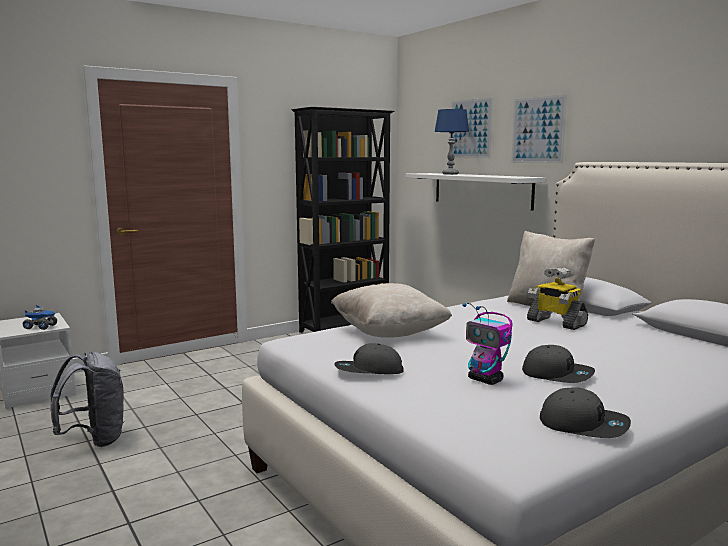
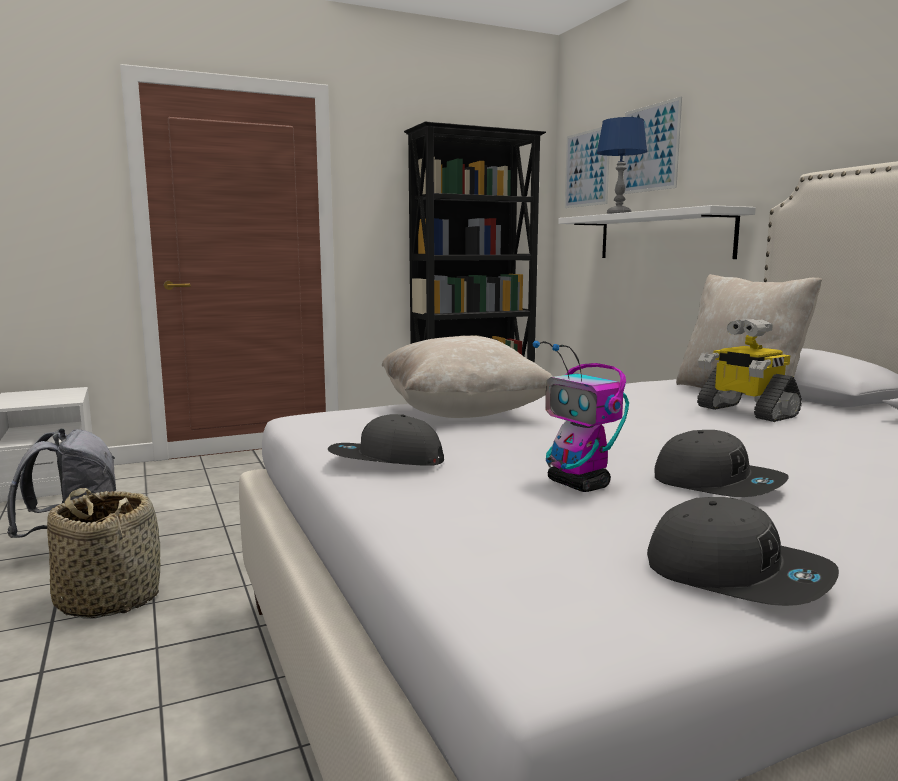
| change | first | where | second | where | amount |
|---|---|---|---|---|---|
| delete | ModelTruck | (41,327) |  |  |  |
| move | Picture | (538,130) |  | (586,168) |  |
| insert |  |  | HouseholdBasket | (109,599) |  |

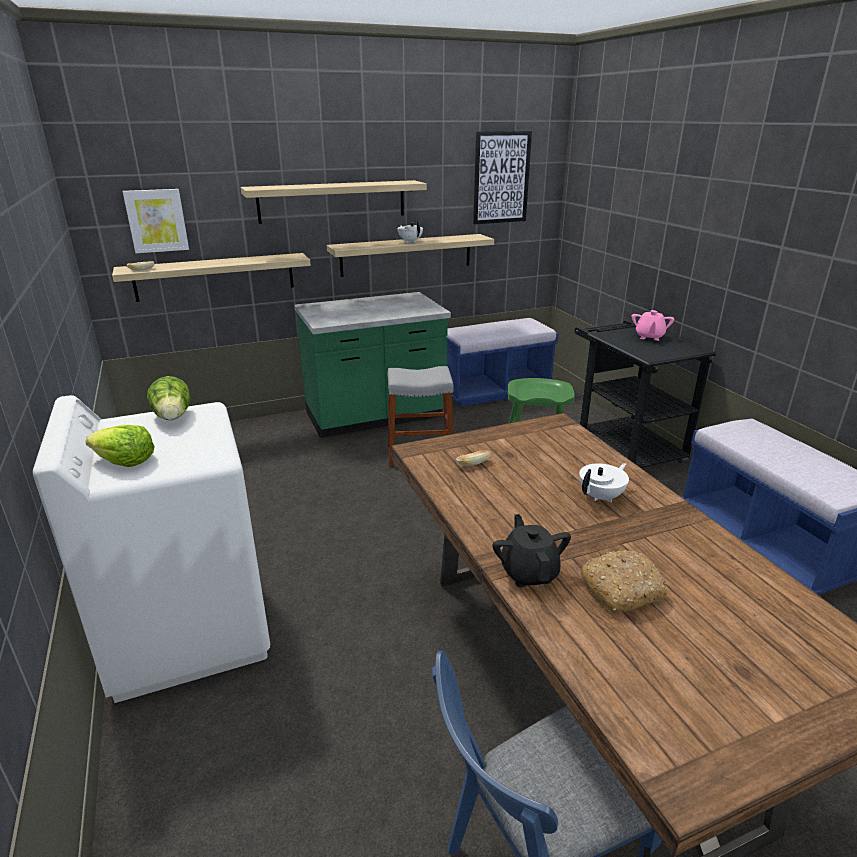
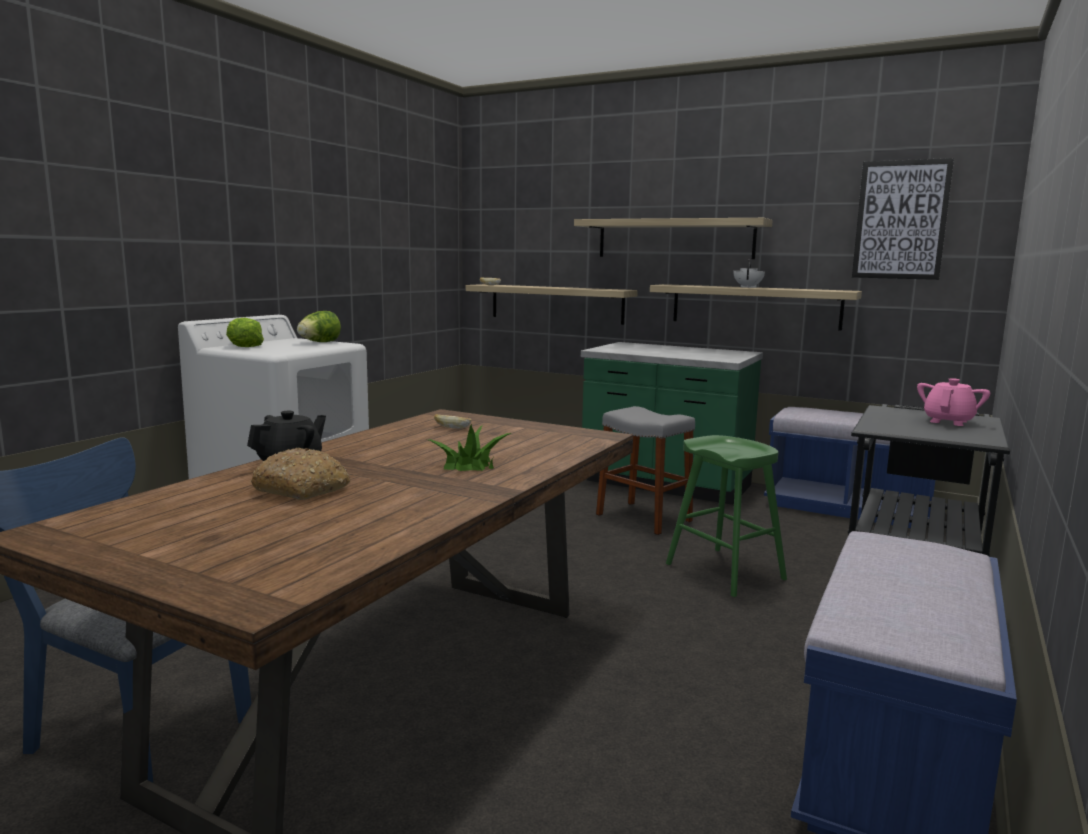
| change | first | where | second | where | amount |
|---|---|---|---|---|---|
| delete | Picture | (156,220) |  |  |  |
| replace | WhitishTeaPot | (601,496) | PlantInAPot | (468,465) |  |
| rotate | PinkTeaPot | (649,337) |  | (948,421) | 150 degrees clockwise |

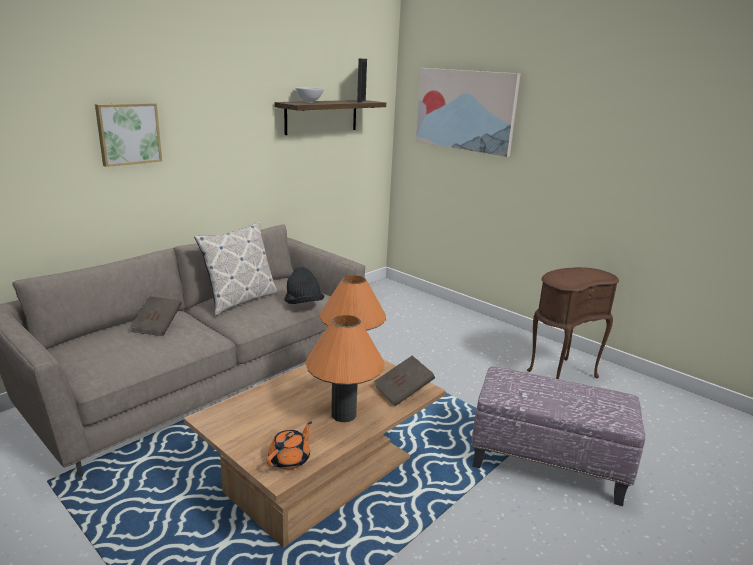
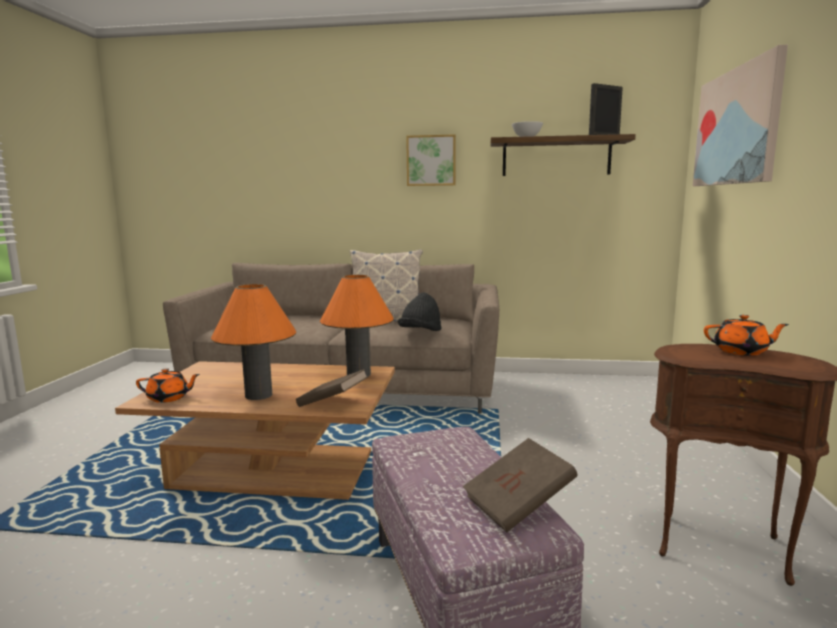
| change | first | where | second | where | amount |
|---|---|---|---|---|---|
| move | Picture | (128,133) |  | (431,160) |  |
| move | BrownishBoundBook | (158,326) |  | (518,504) |  |
| insert |  |  | OrangeTeaPot | (741,351) |  |

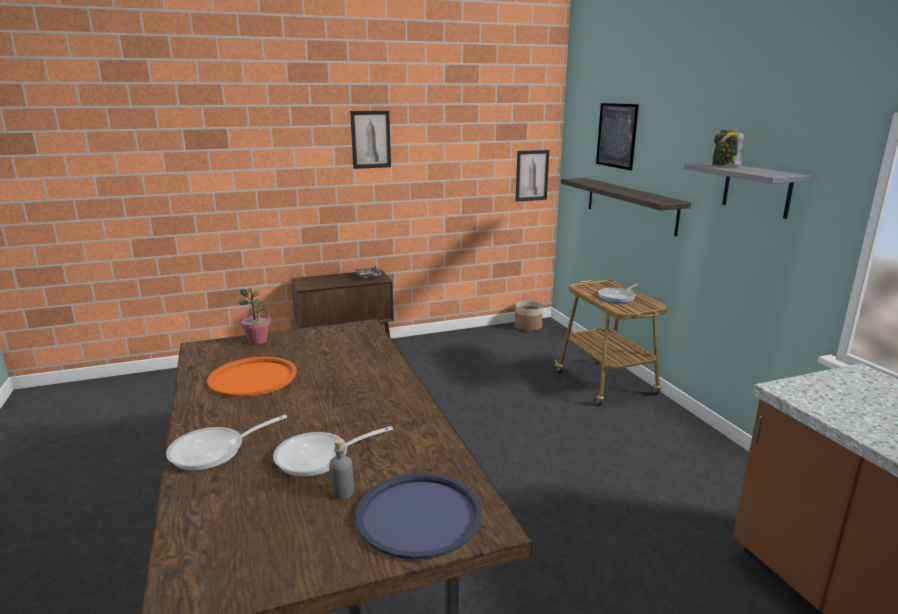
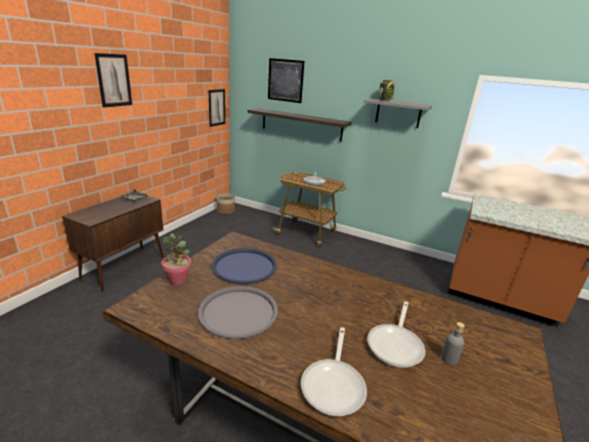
| change | first | where | second | where | amount |
|---|---|---|---|---|---|
| recolor | OrangeCarryingTray | (253,378) | GrayCarryingTray | (238,312) |  |
| move | BluishCarryingTray | (418,515) |  | (244,266) |  |

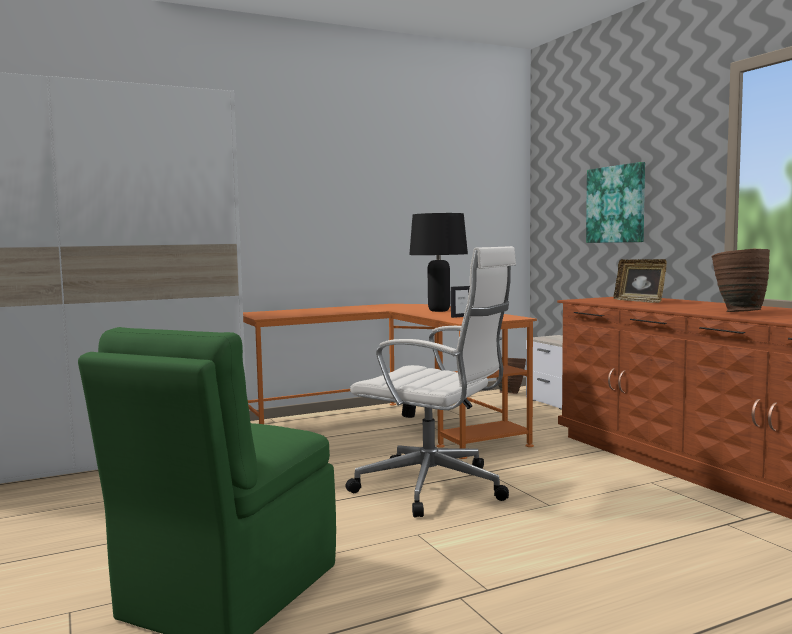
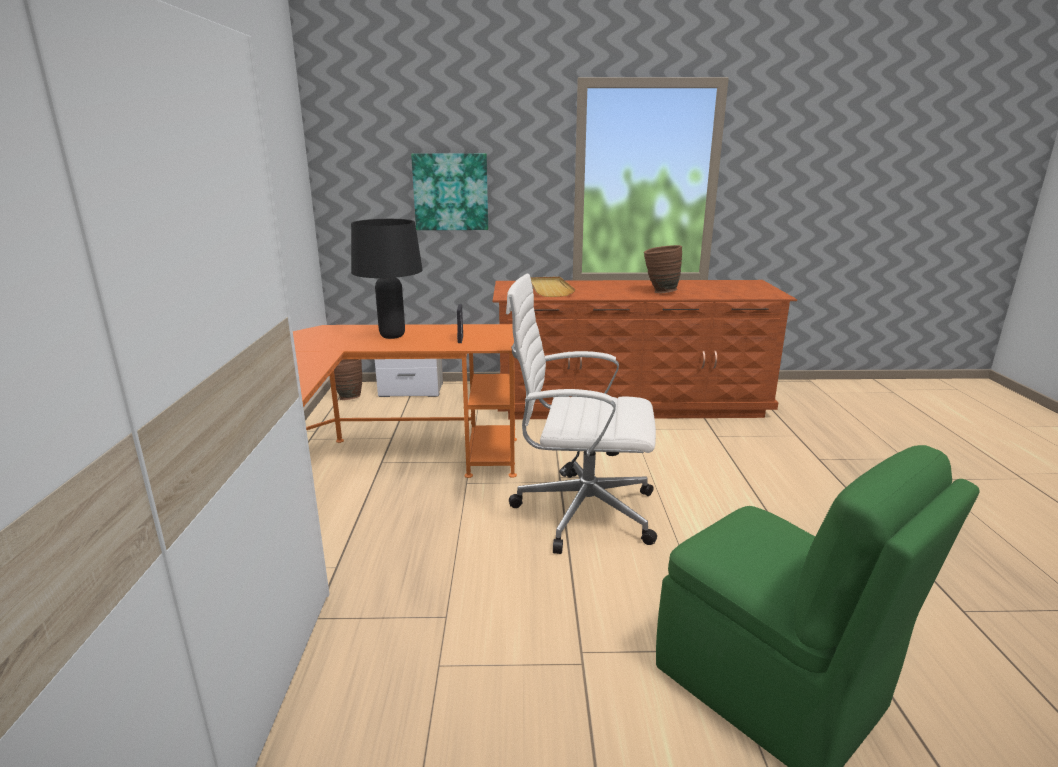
| change | first | where | second | where | amount |
|---|---|---|---|---|---|
| rotate | WhitishOfficeChair | (435,488) |  | (581,511) | 135 degrees counterclockwise |
| replace | PhotoFrame | (640,301) | SandColouredCarryingTray | (549,289) |  |

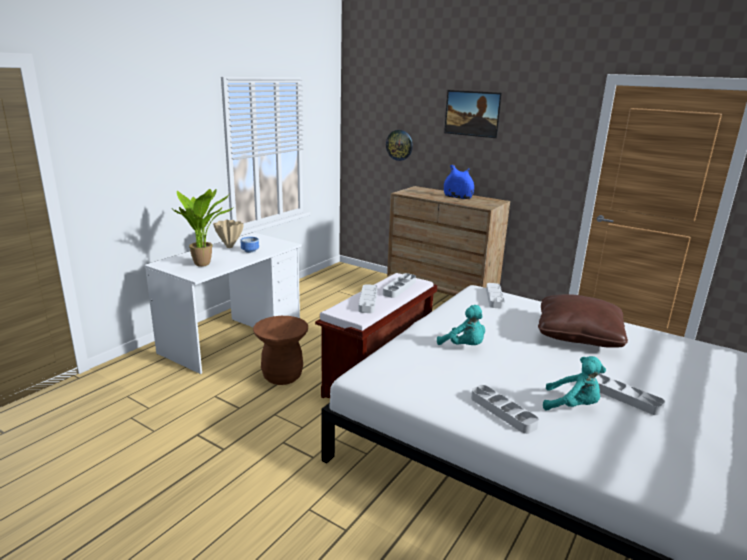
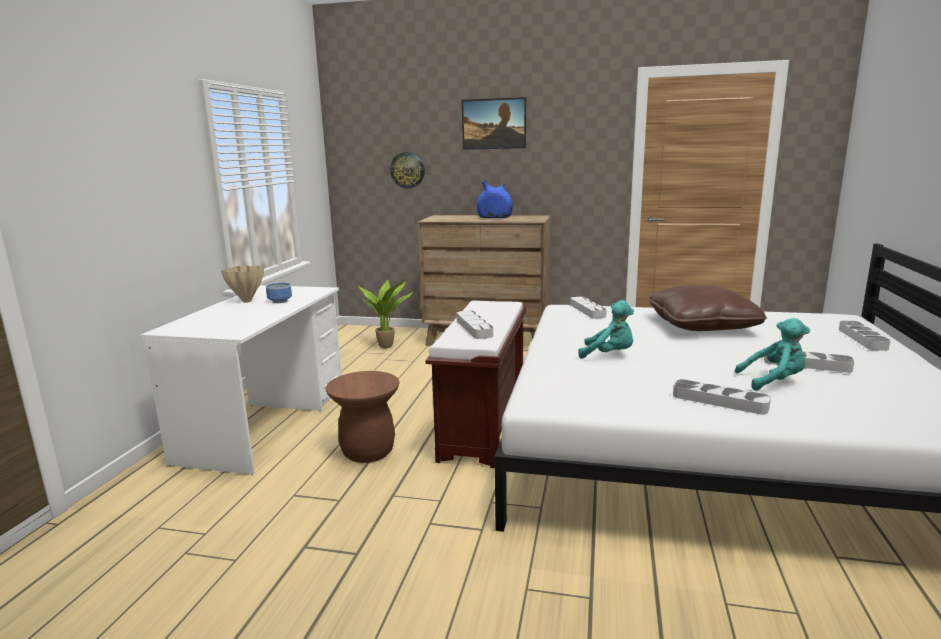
| change | first | where | second | where | amount |
|---|---|---|---|---|---|
| move | PlantInAPot | (205,264) |  | (388,346) |  |
| move | GrayCarryingTray | (399,288) |  | (862,339) |  |

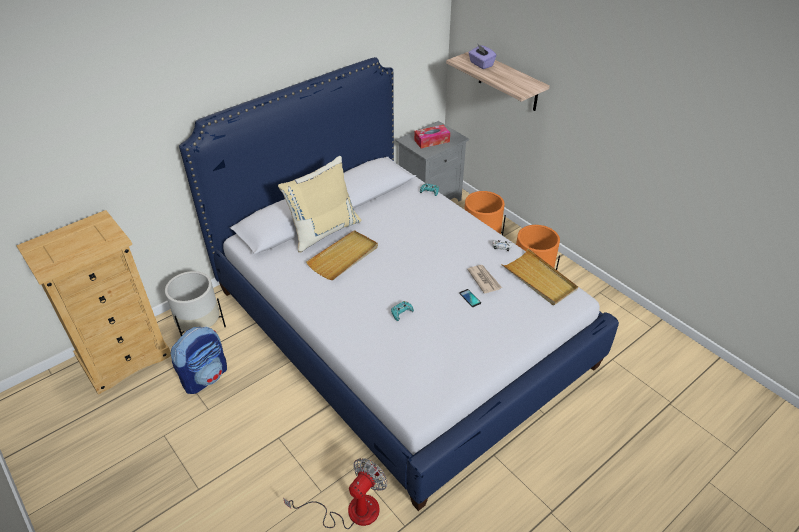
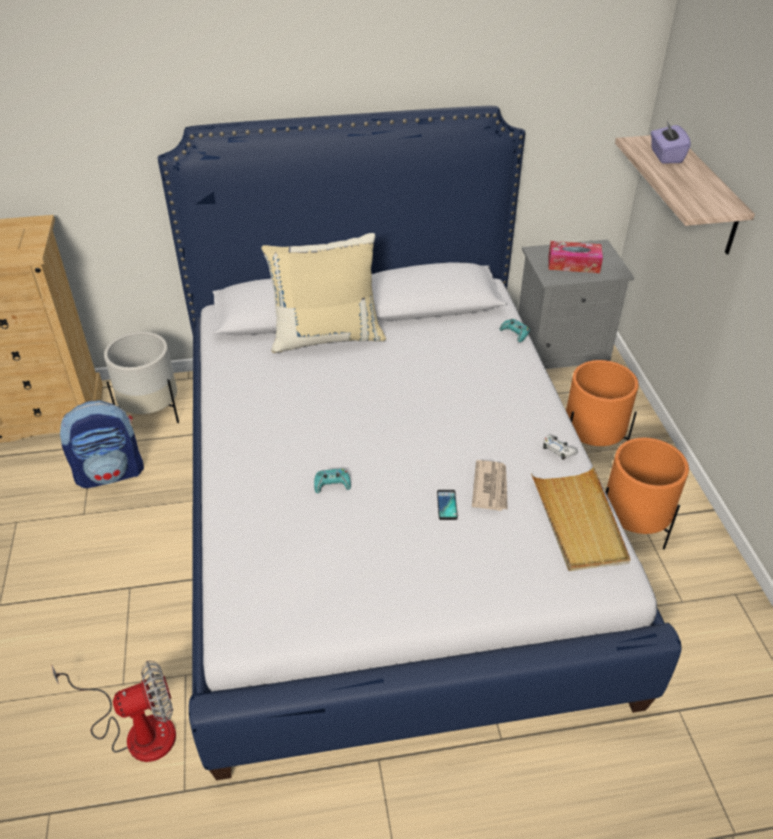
| change | first | where | second | where | amount |
|---|---|---|---|---|---|
| delete | SandColouredCarryingTray | (344,257) |  |  |  |

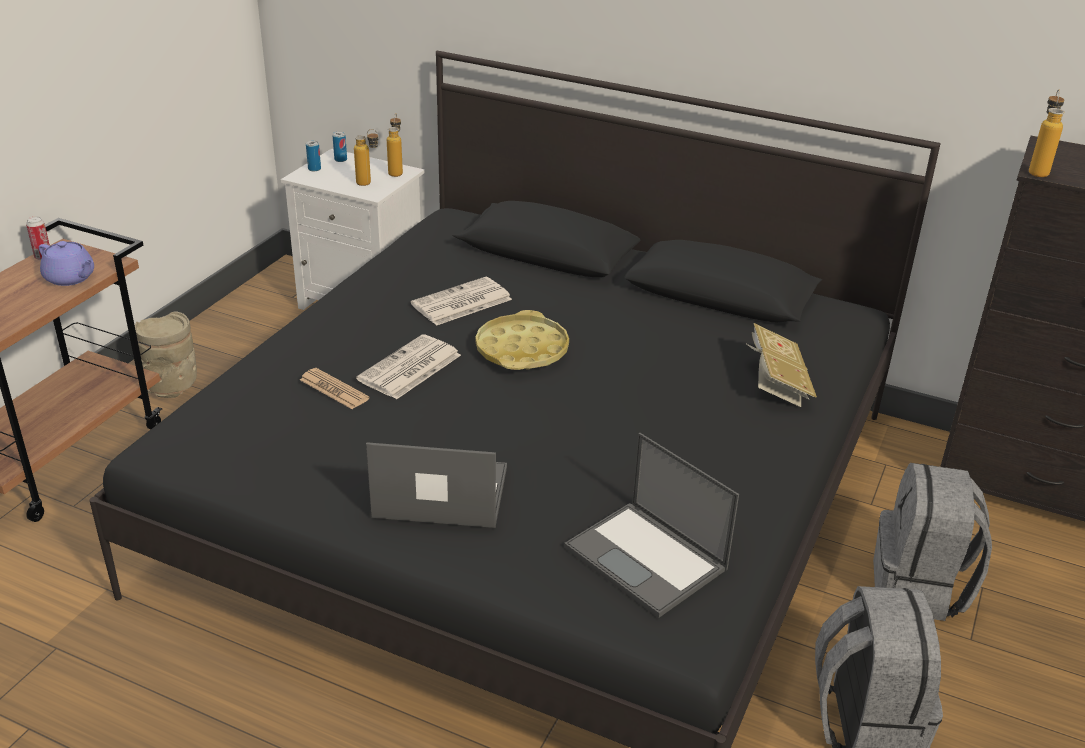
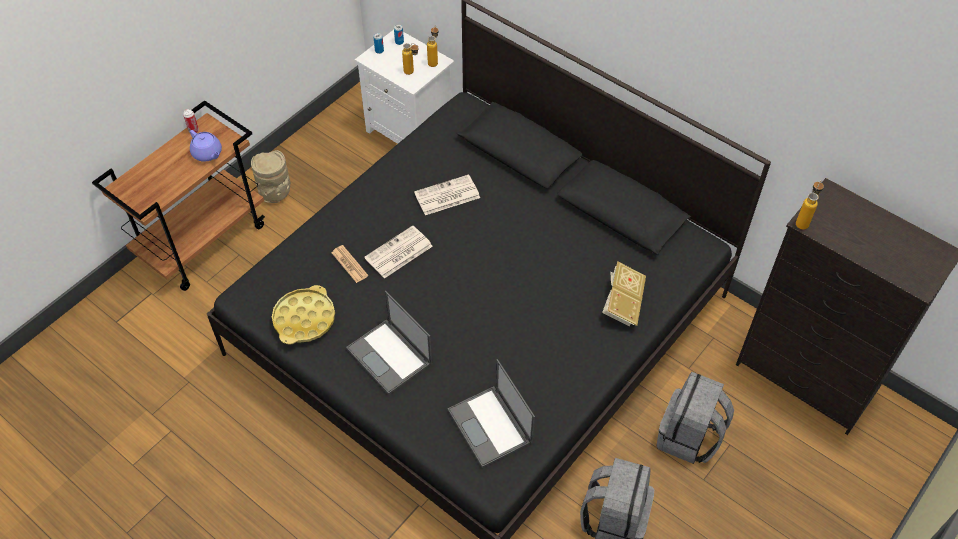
| change | first | where | second | where | amount |
|---|---|---|---|---|---|
| rotate | Laptop | (439,492) |  | (390,356) | 150 degrees counterclockwise |
| move | YellowishCarryingTray | (522,350) |  | (304,319) |  |

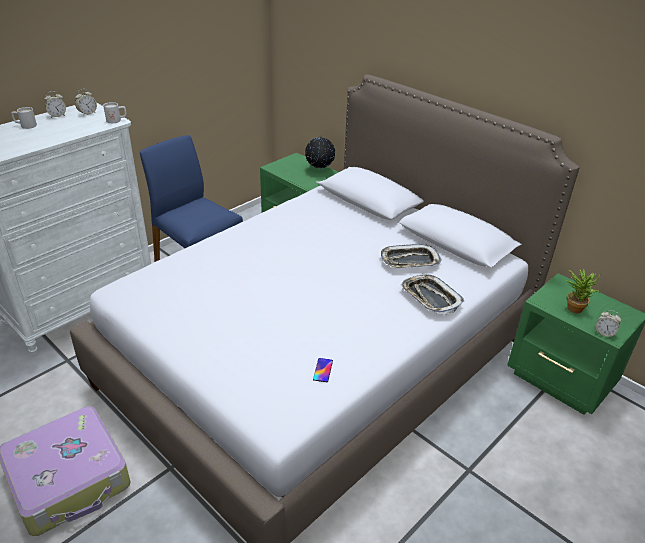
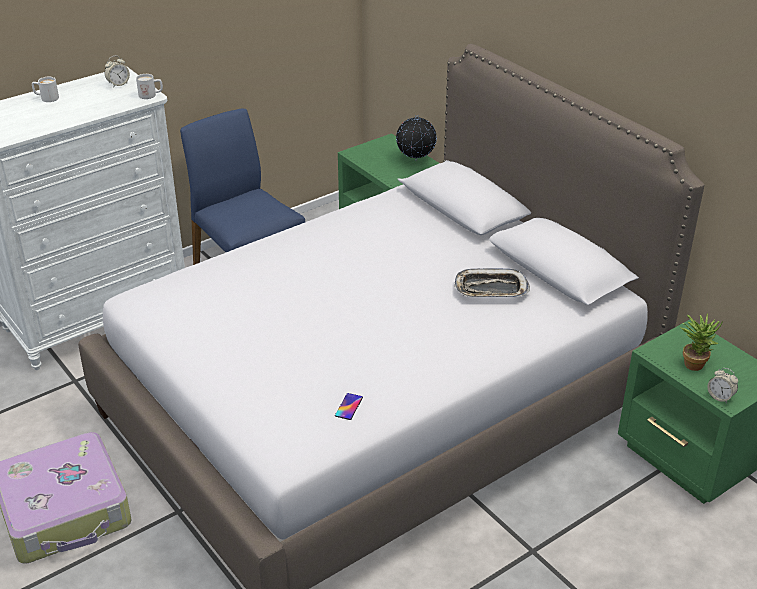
| change | first | where | second | where | amount |
|---|---|---|---|---|---|
| delete | AlarmClock | (57,116) |  |  |  |
| delete | CarryingTray | (430,297) |  |  |  |

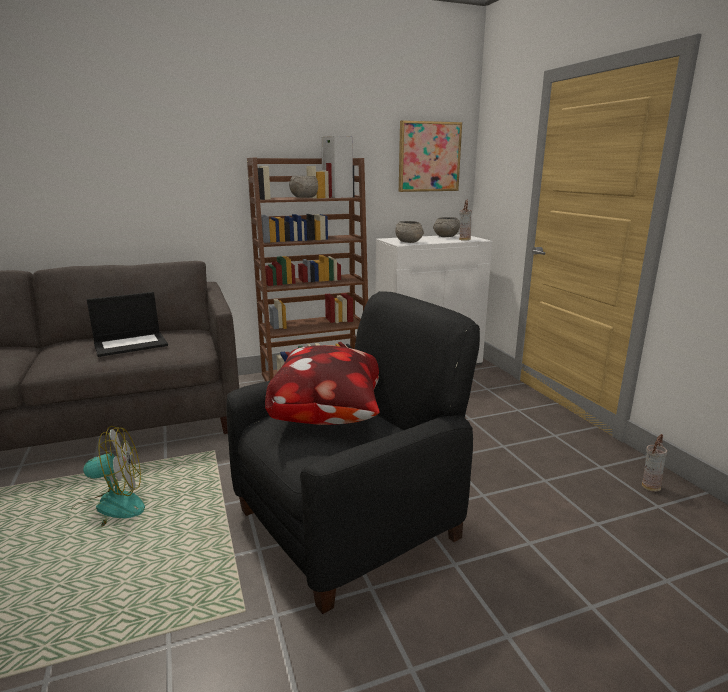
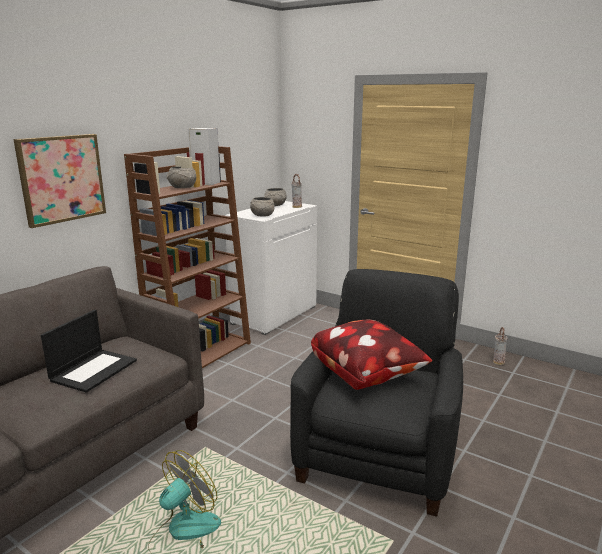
| change | first | where | second | where | amount |
|---|---|---|---|---|---|
| move | Picture | (429,157) |  | (61,178) |  |

